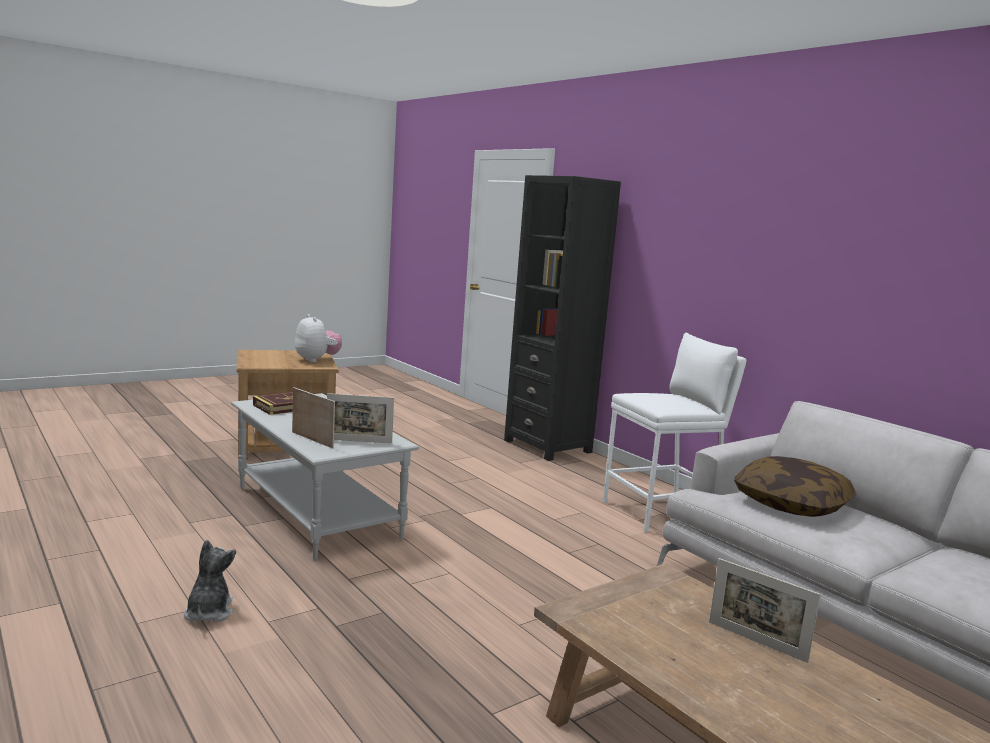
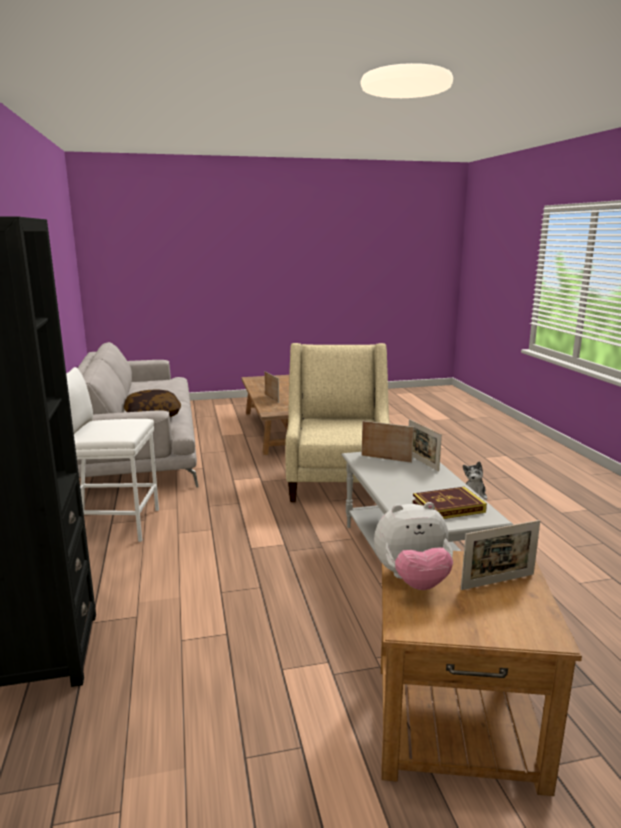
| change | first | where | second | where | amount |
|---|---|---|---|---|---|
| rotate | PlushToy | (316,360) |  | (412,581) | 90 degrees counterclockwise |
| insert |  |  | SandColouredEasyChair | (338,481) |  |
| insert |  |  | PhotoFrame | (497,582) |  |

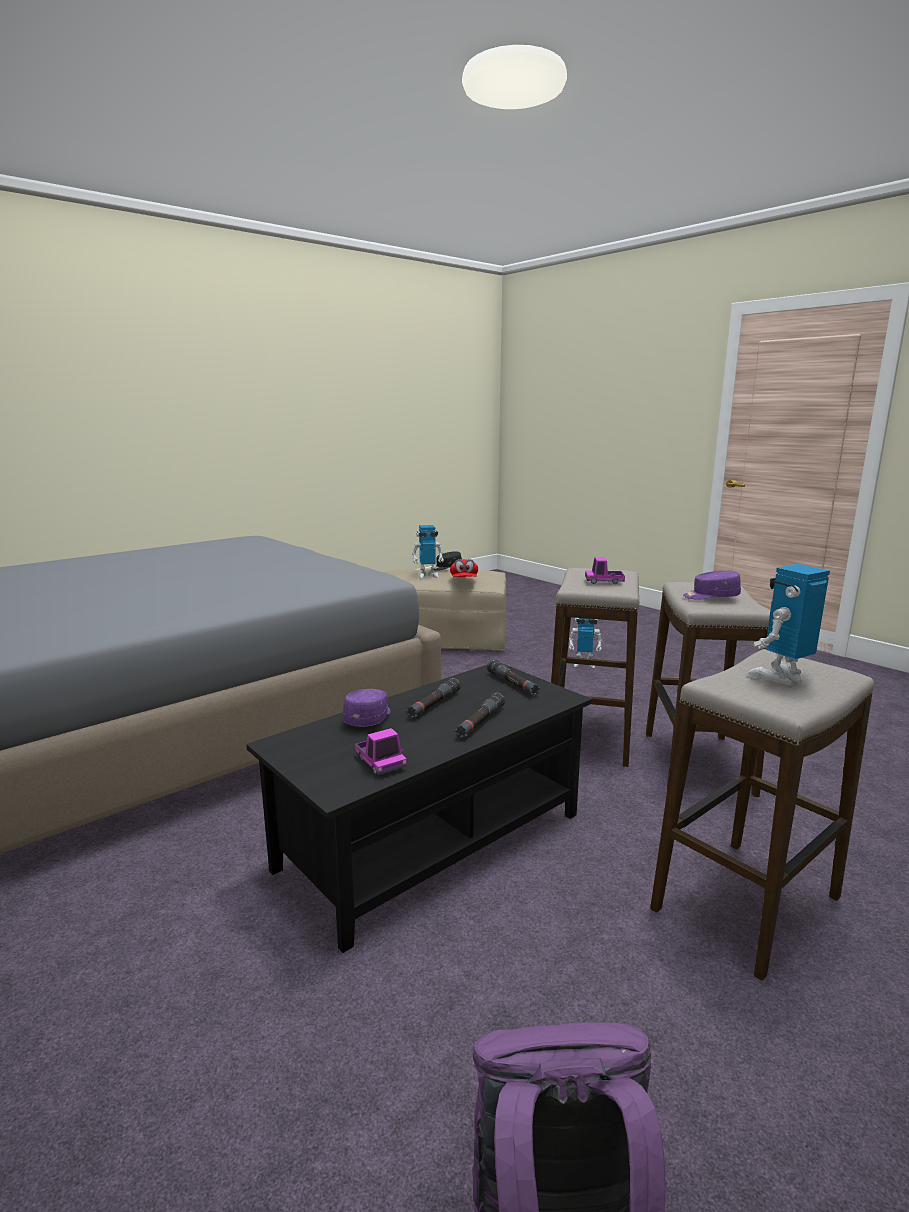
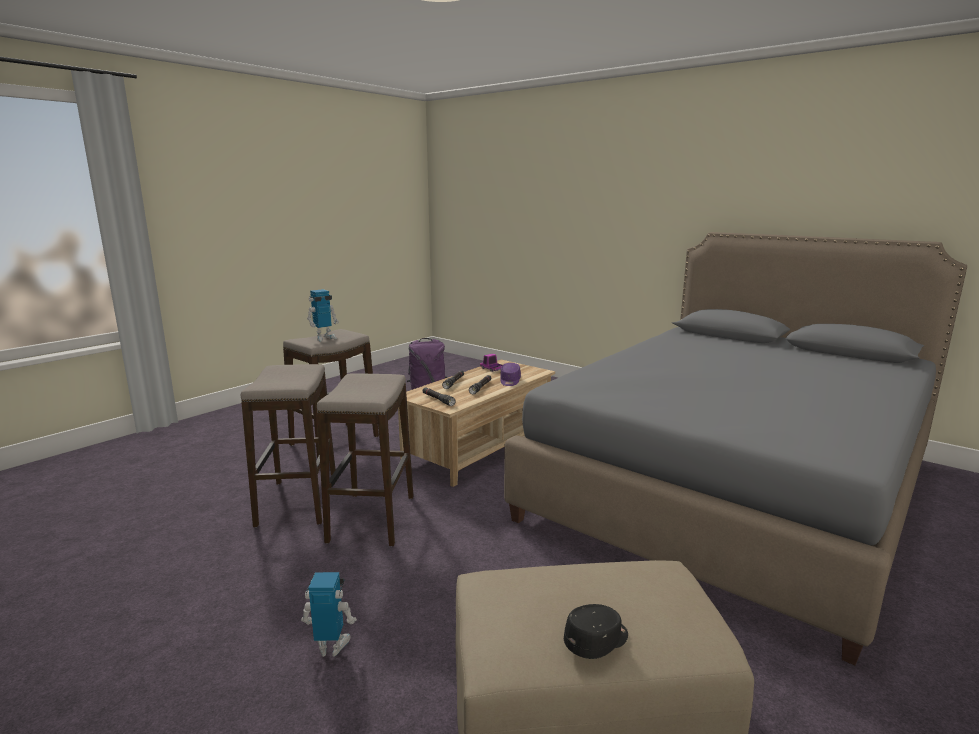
| change | first | where | second | where | amount |
|---|---|---|---|---|---|
| recolor | BlackCoffeeTable | (432,840) | SandColouredCoffeeTable | (479,449) |  |
| delete | ModelRobot | (428,576) |  |  |  |
| delete | RedCap | (464,581) |  |  |  |
| delete | ModelTruck | (604,581) |  |  |  |
| delete | PurpleCap | (710,597) |  |  |  |

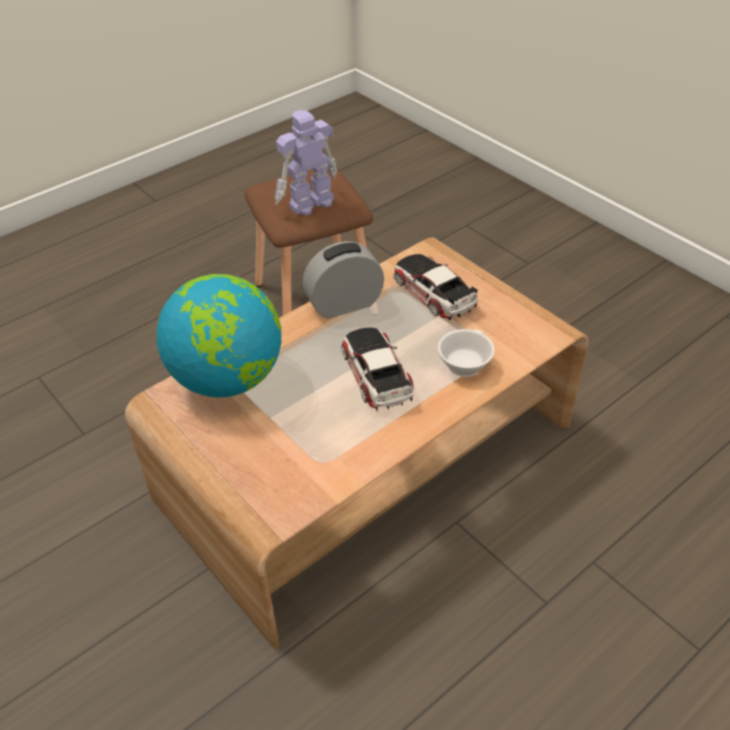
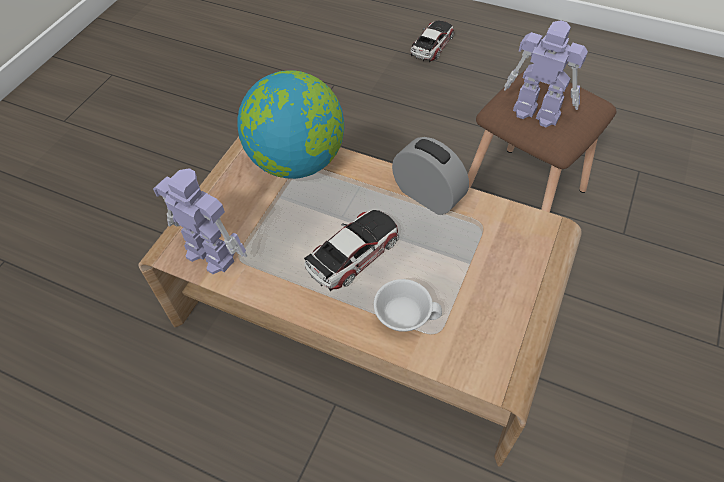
| change | first | where | second | where | amount |
|---|---|---|---|---|---|
| move | MiniatureCar | (433,292) |  | (432,45) |  |
| insert |  |  | ModelRobot | (210,253) |  |

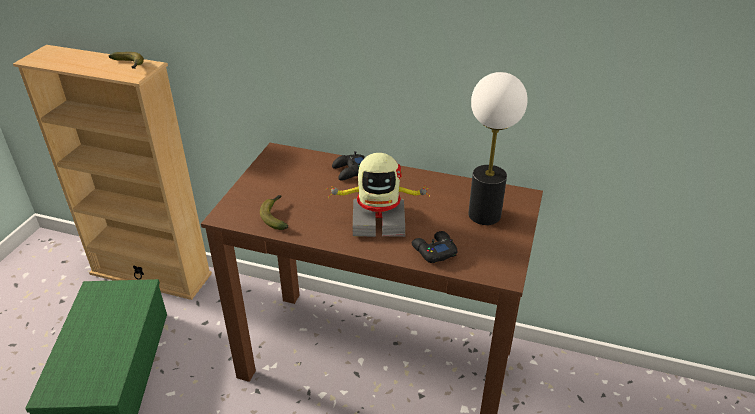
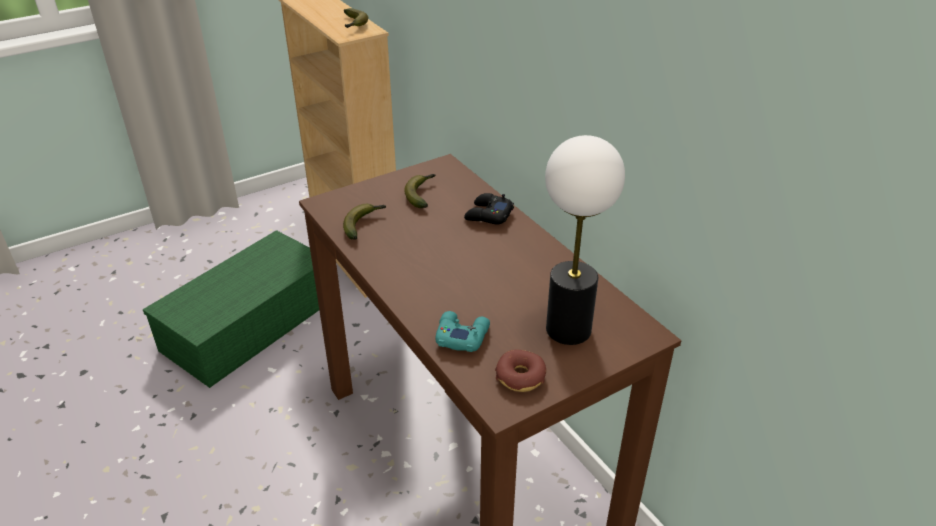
| change | first | where | second | where | amount |
|---|---|---|---|---|---|
| delete | ModelRobot | (378,220) |  |  |  |
| recolor | BlackGamepad | (433,251) | TurquoiseColouredGamepad | (462,336) |  |
| insert |  |  | WholeBanana | (421,194) |  |
| insert |  |  | Doughnut | (520,377) |  |

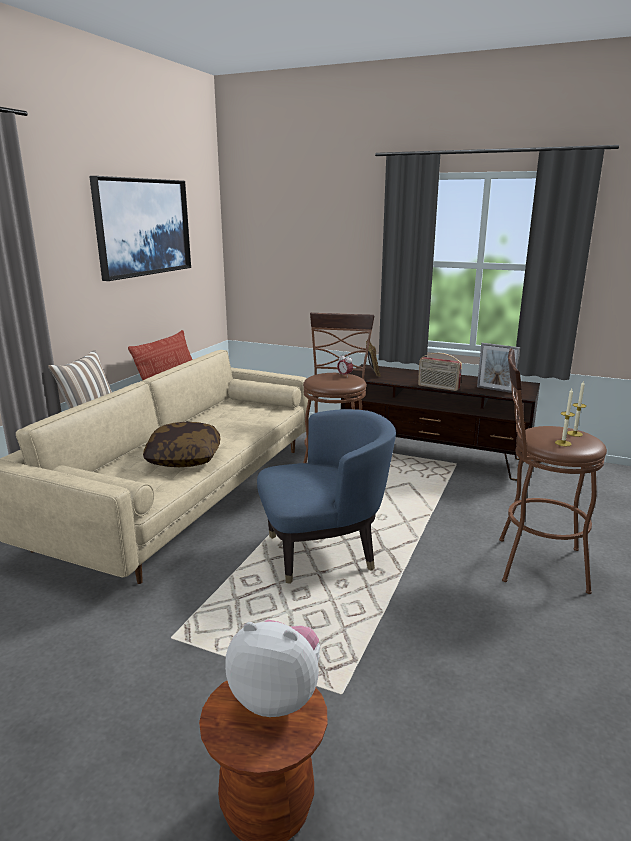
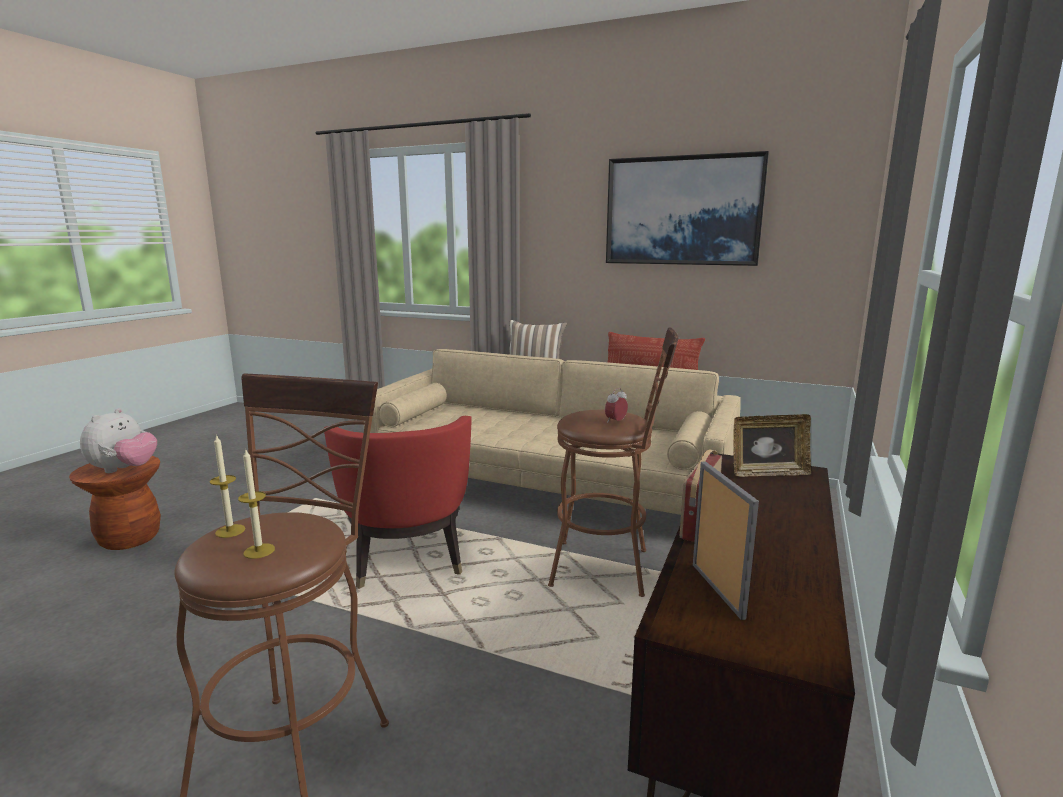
| change | first | where | second | where | amount |
|---|---|---|---|---|---|
| delete | Cushion | (184,458) |  |  |  |
| recolor | BluishEasyChair | (323,552) | RedEasyChair | (407,558) |  |
| rotate | PhotoFrame | (495,389) |  | (717,590) | 135 degrees clockwise |

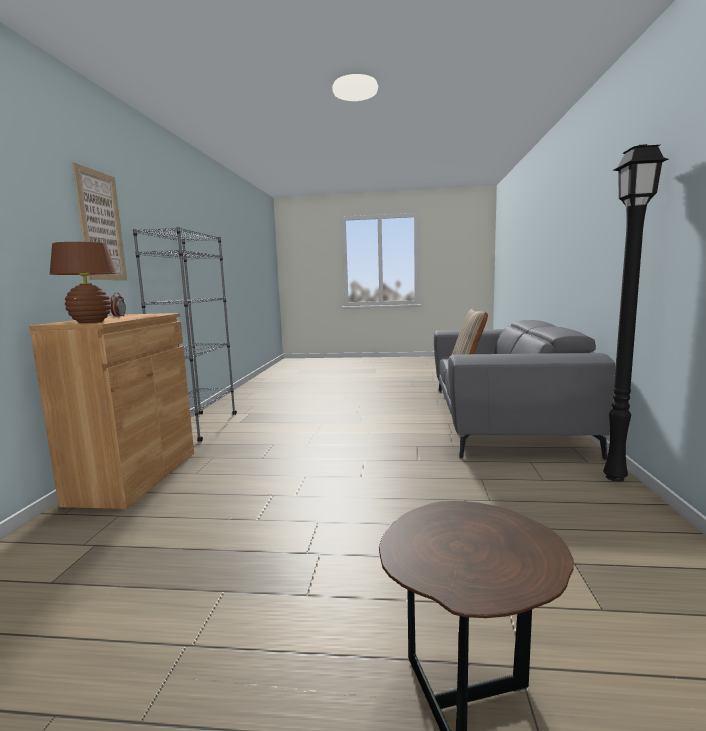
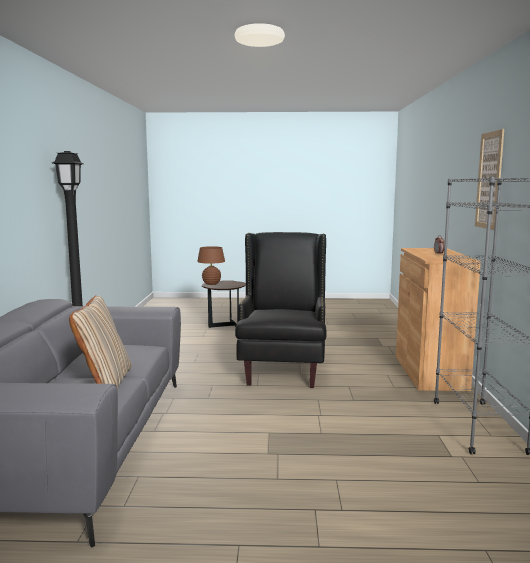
| change | first | where | second | where | amount |
|---|---|---|---|---|---|
| move | BrownishTableLamp | (91,322) |  | (211,284) |  |
| insert |  |  | BlackEasyChair | (282,371) |  |

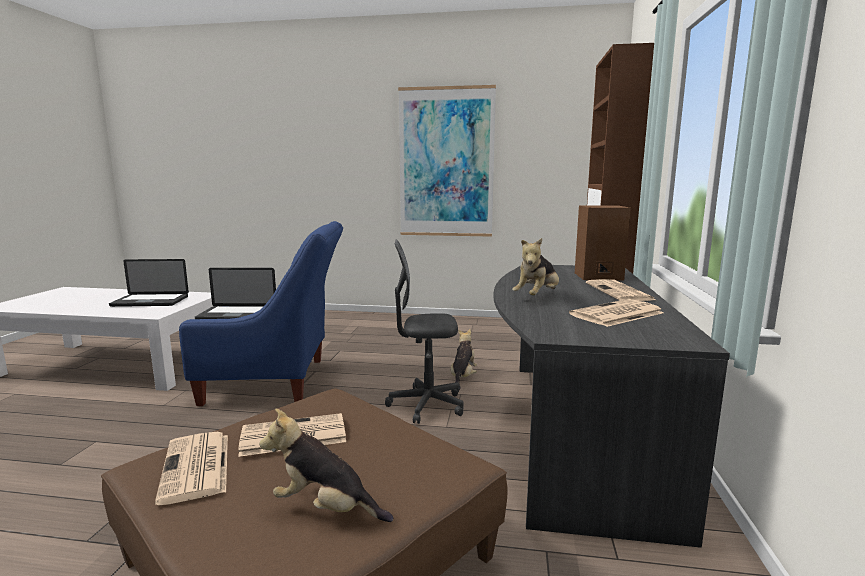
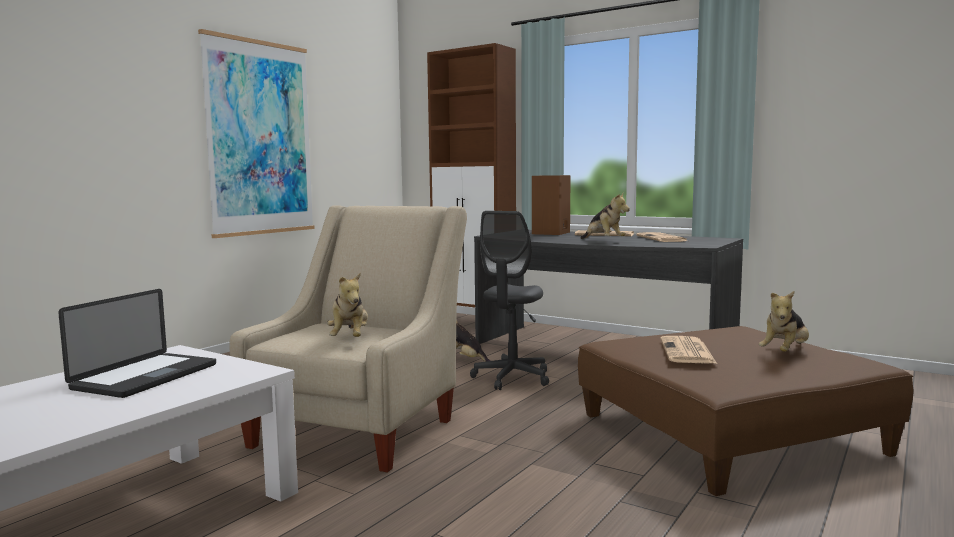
| change | first | where | second | where | amount |
|---|---|---|---|---|---|
| delete | Newspaper | (196,467) |  |  |  |
| recolor | BluishEasyChair | (276,380) | SandColouredEasyChair | (362,428) |  |
| replace | Laptop | (237,315) | PlushToy | (350,338) |  |

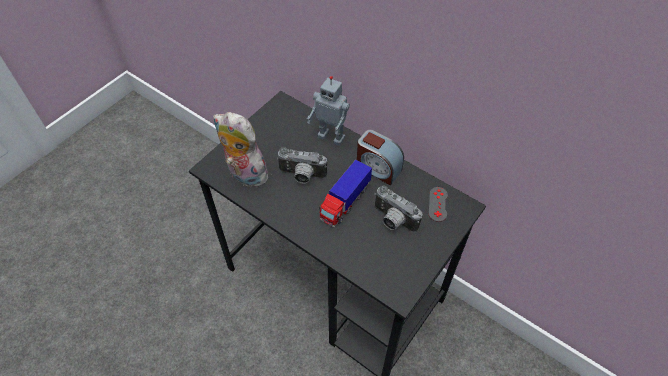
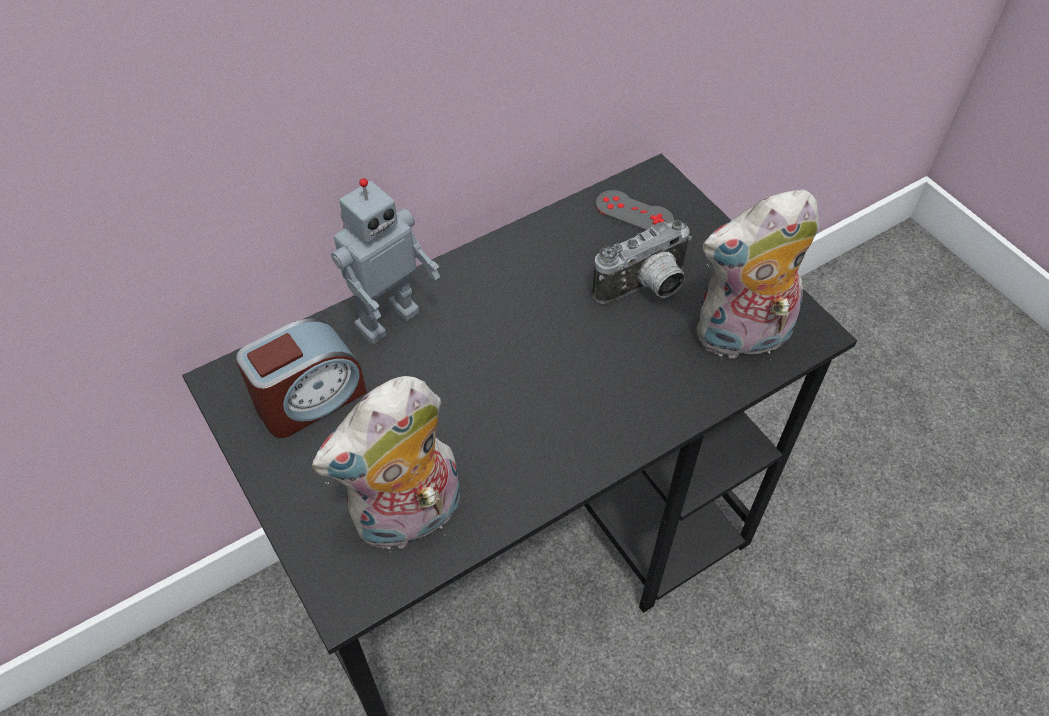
| change | first | where | second | where | amount |
|---|---|---|---|---|---|
| delete | StillCamera | (301,176) |  |  |  |
| delete | ModelTruck | (344,203) |  |  |  |
| move | AlarmClock | (378,168) |  | (310,399) |  |
| insert |  |  | PlushToy | (741,338) |  |

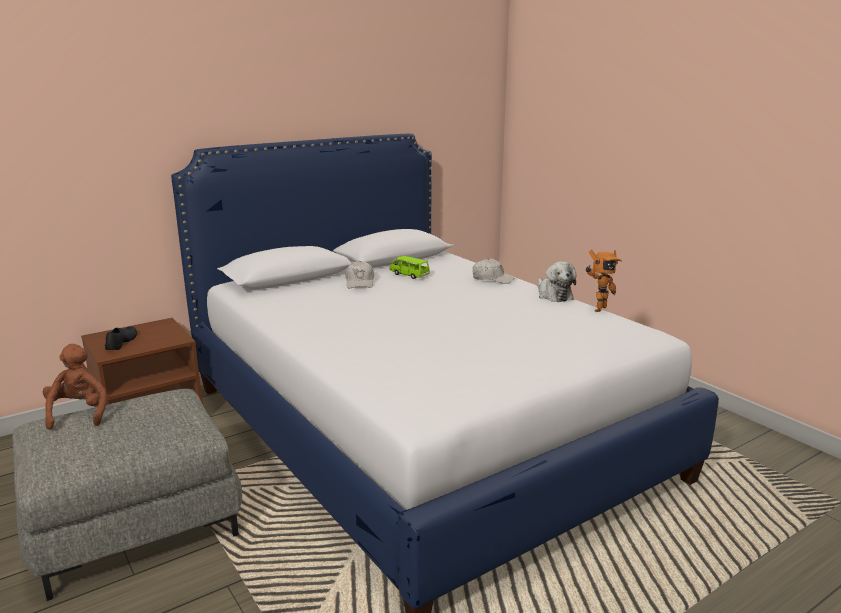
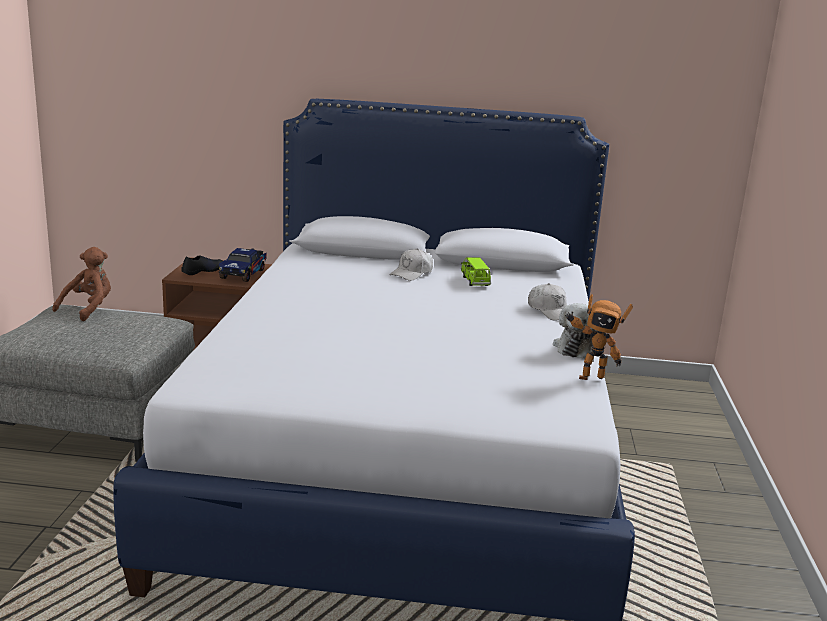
| change | first | where | second | where | amount |
|---|---|---|---|---|---|
| insert |  |  | ModelTruck | (244,273) |  |

